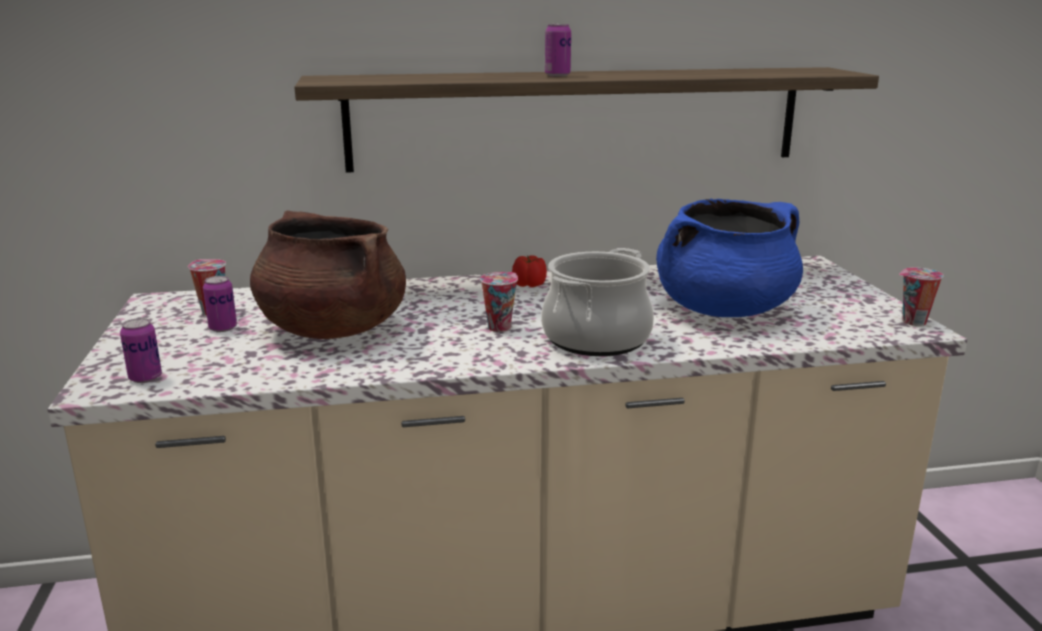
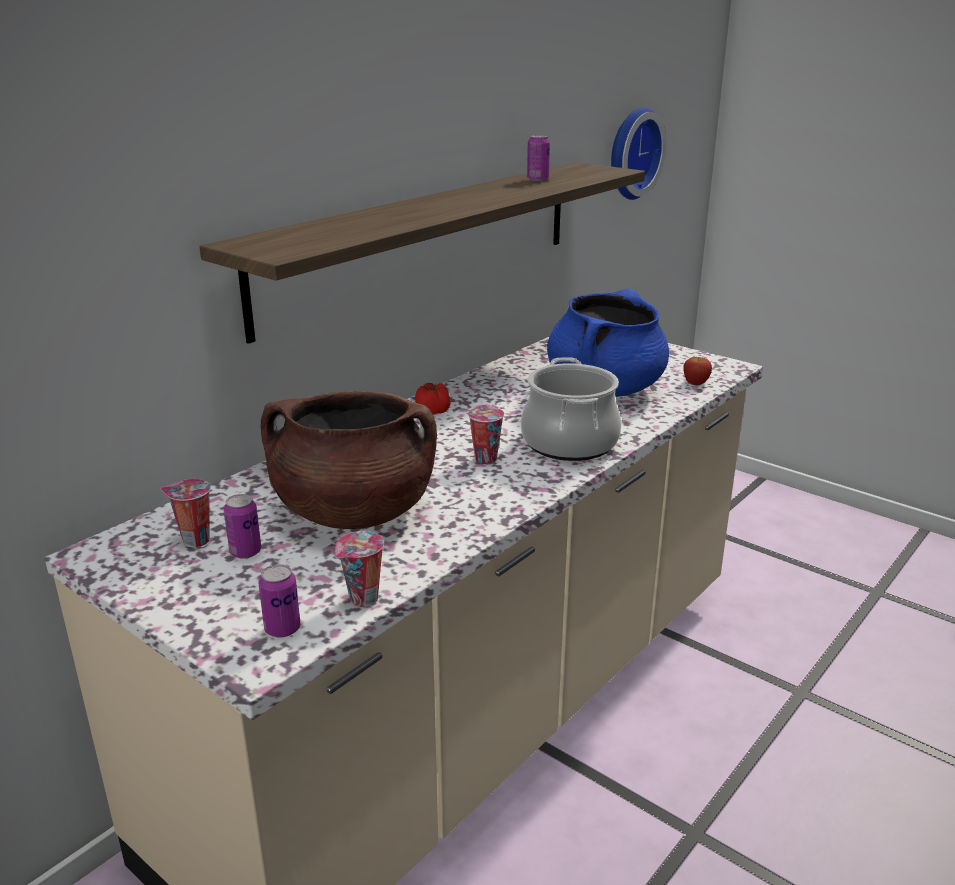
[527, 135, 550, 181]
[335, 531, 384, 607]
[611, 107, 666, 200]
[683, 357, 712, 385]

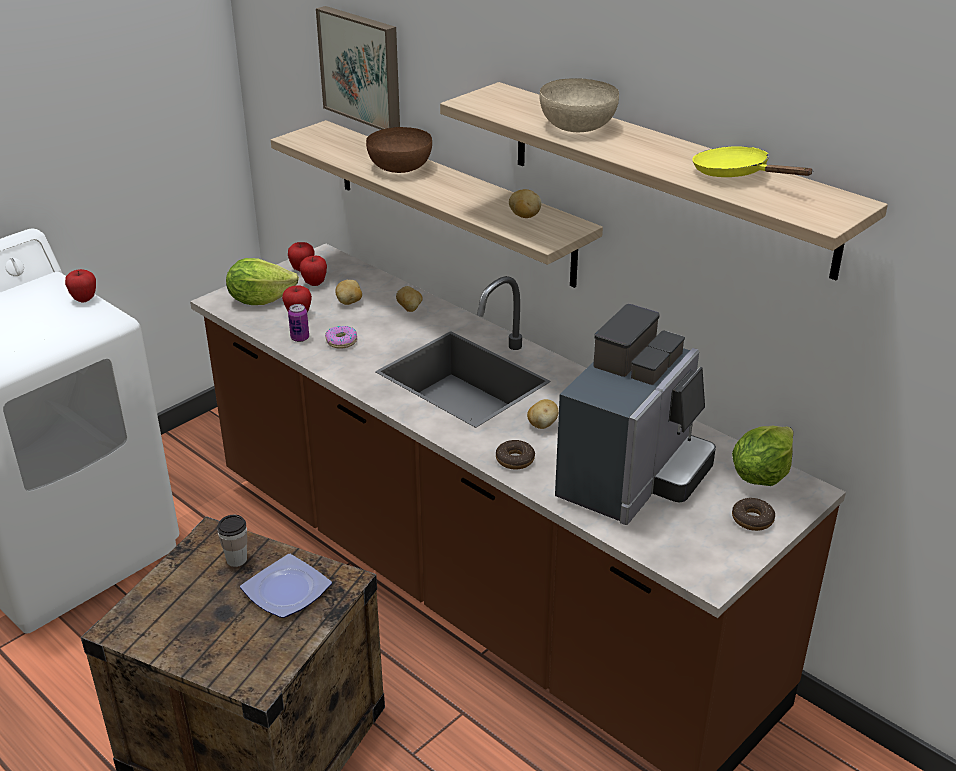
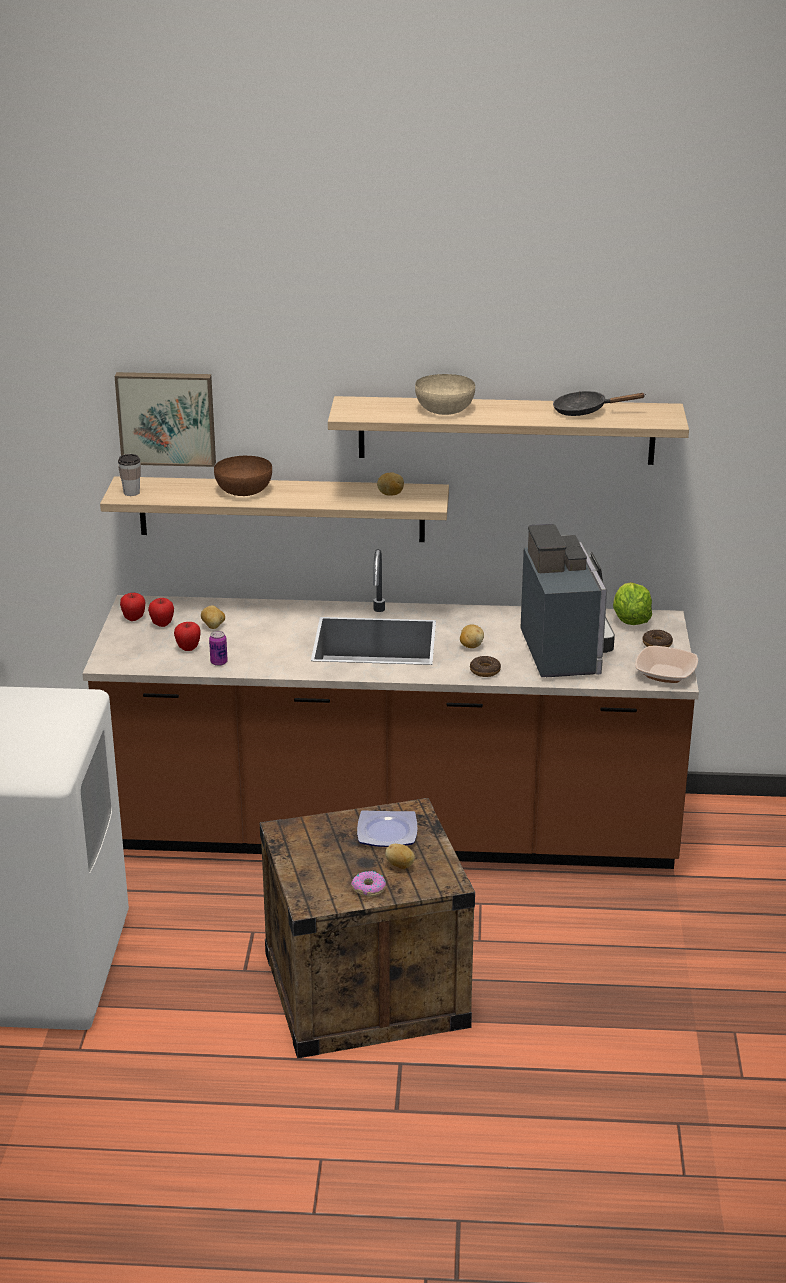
[65, 269, 96, 303] (first image)
[118, 454, 141, 496]
[226, 258, 299, 305] (first image)
[351, 871, 386, 897]
[385, 844, 415, 869]
[553, 391, 644, 416]
[635, 646, 698, 683]

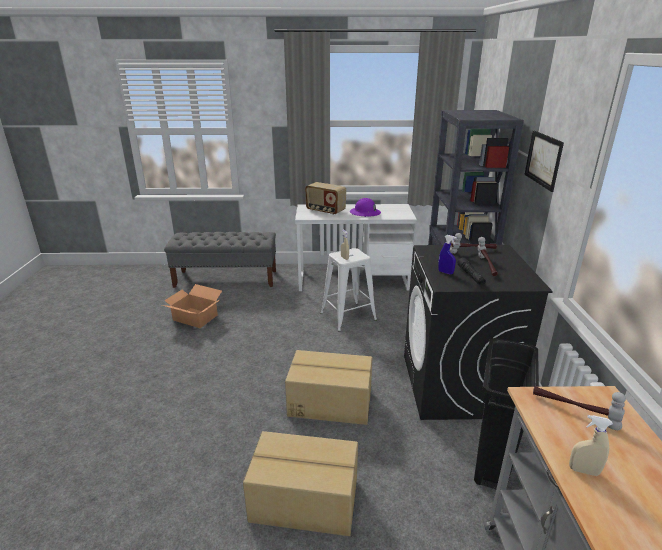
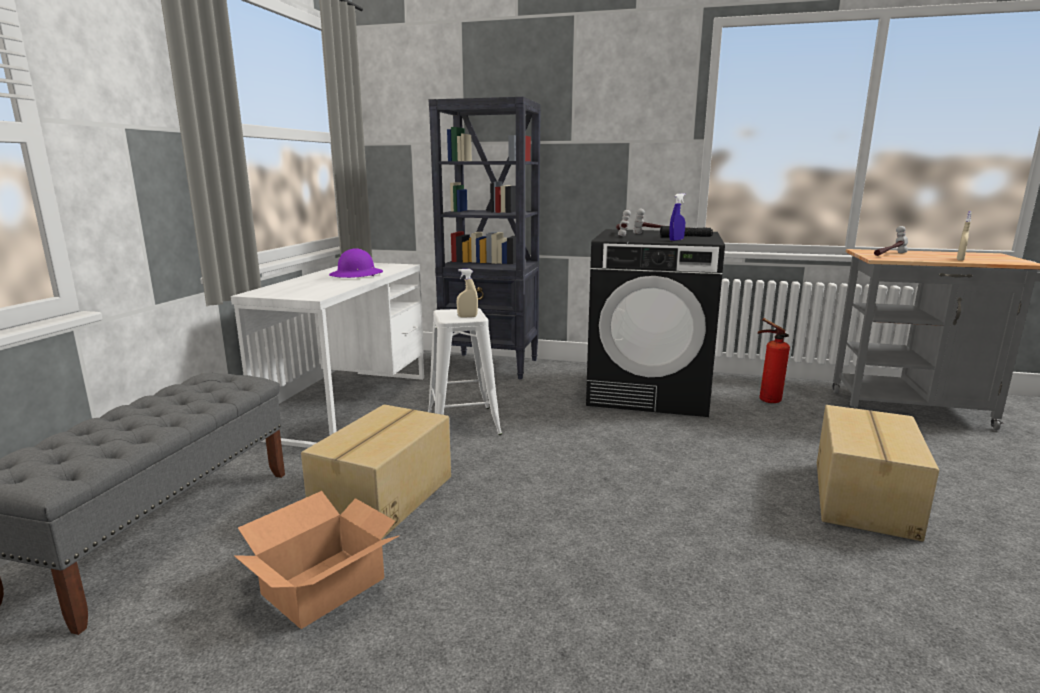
[301, 404, 451, 540]
[305, 182, 346, 215] (first image)
[758, 318, 790, 403]
[524, 130, 564, 192] (first image)

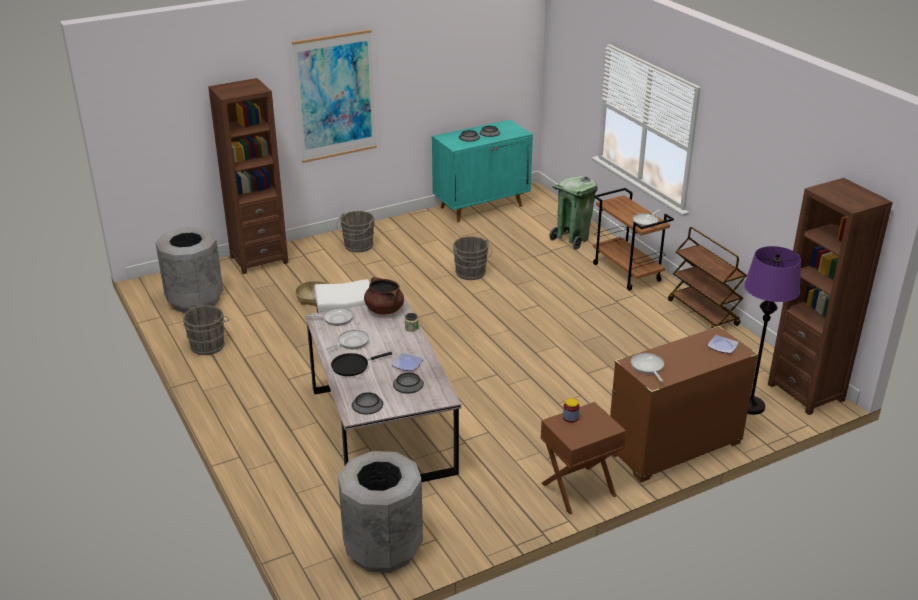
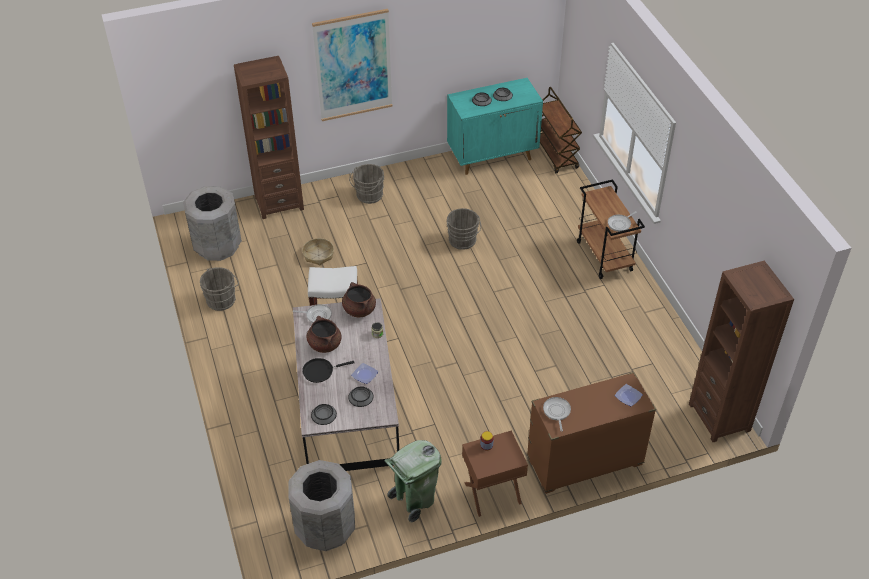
[306, 316, 342, 353]
[385, 440, 442, 523]
[540, 87, 582, 173]
[744, 246, 801, 415] (first image)

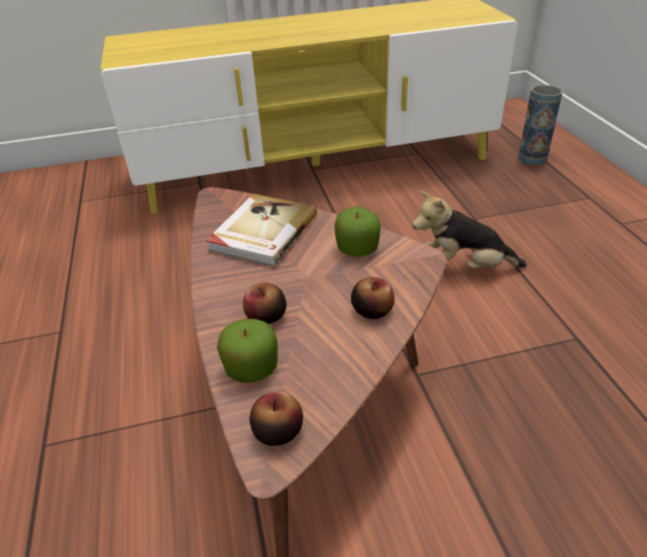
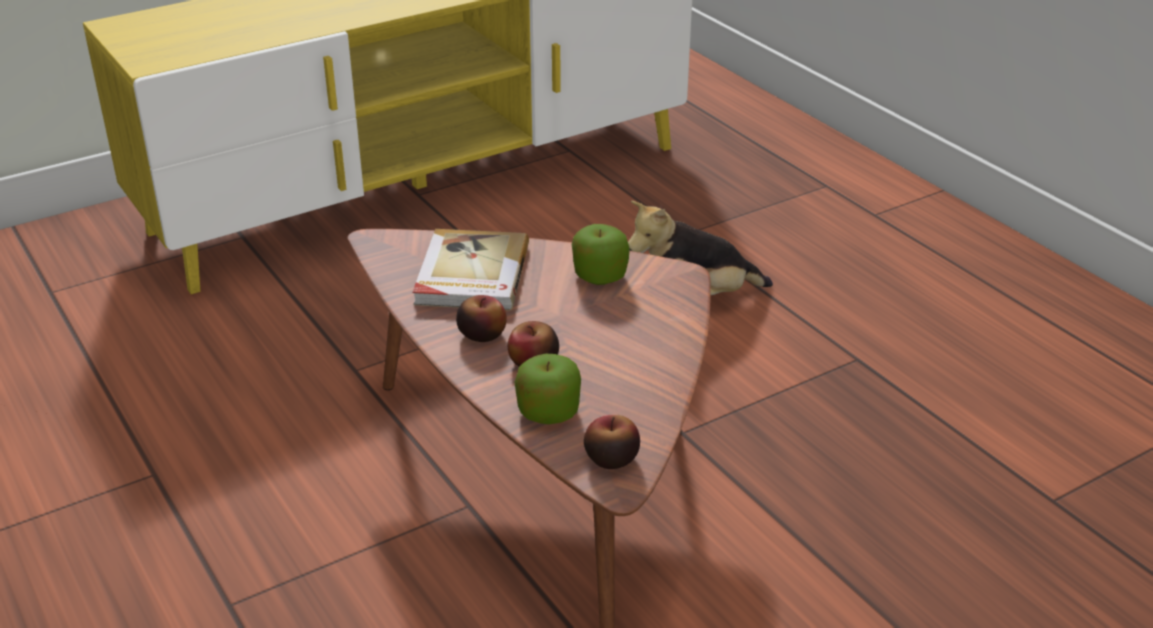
[456, 295, 507, 342]
[518, 85, 563, 165] (first image)

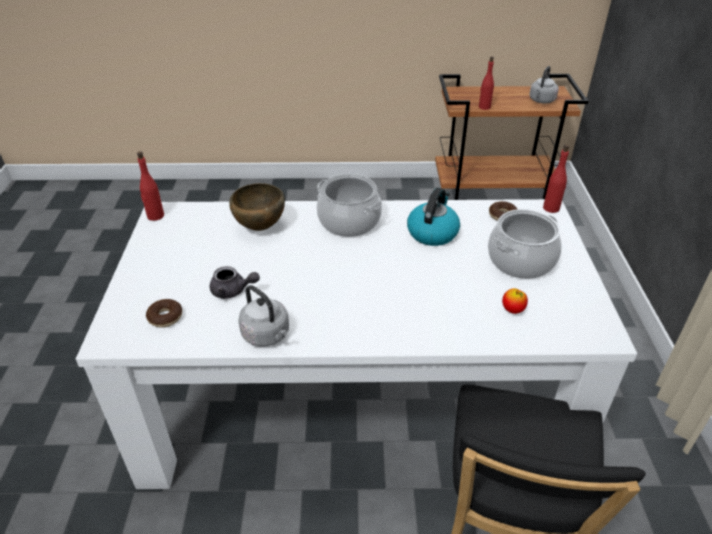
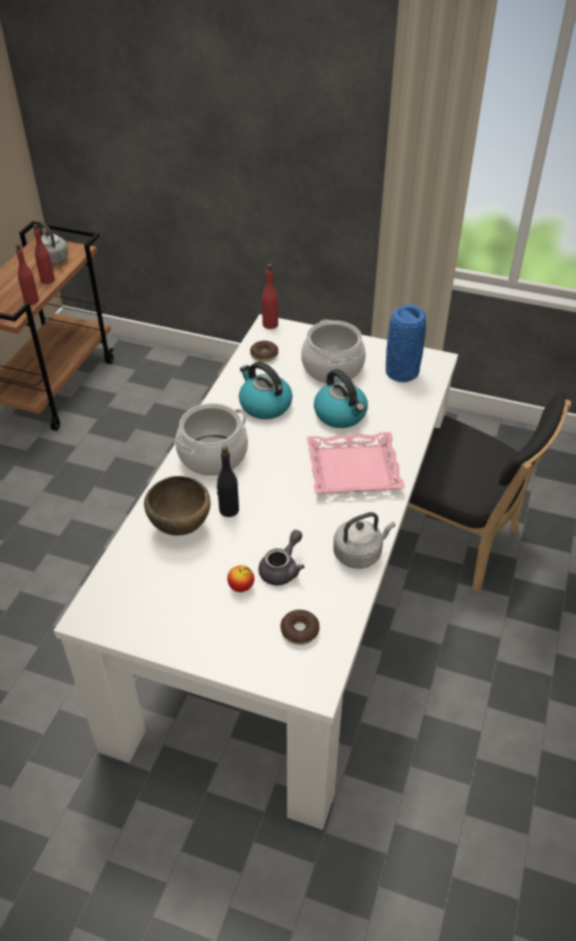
[33, 224, 55, 284]
[227, 565, 254, 592]
[217, 446, 239, 517]
[307, 432, 405, 494]
[314, 369, 368, 428]
[386, 304, 426, 382]

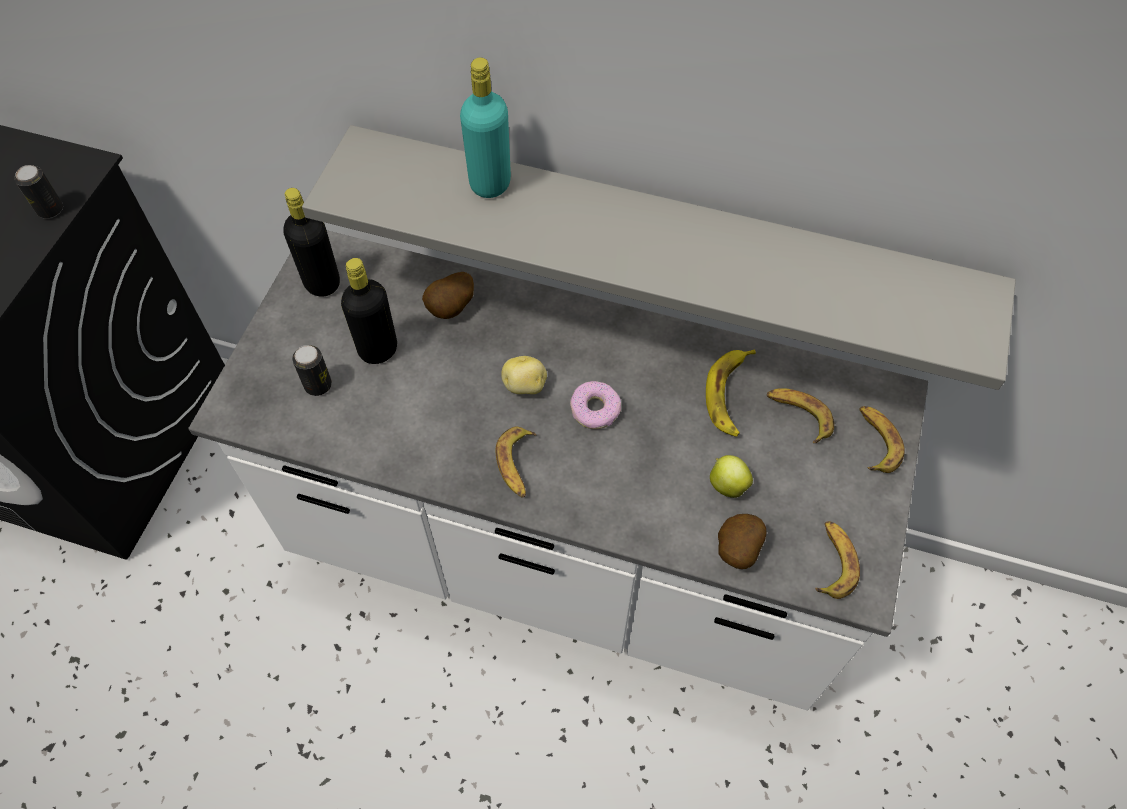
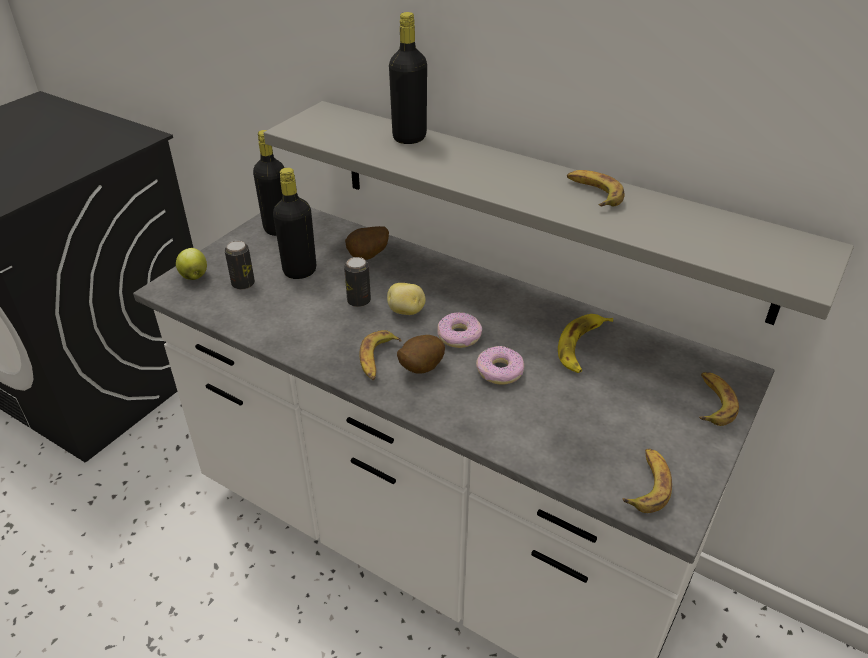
[344, 257, 371, 307]
[389, 12, 427, 144]
[176, 248, 207, 280]
[397, 335, 445, 374]
[567, 170, 624, 207]
[476, 346, 524, 385]

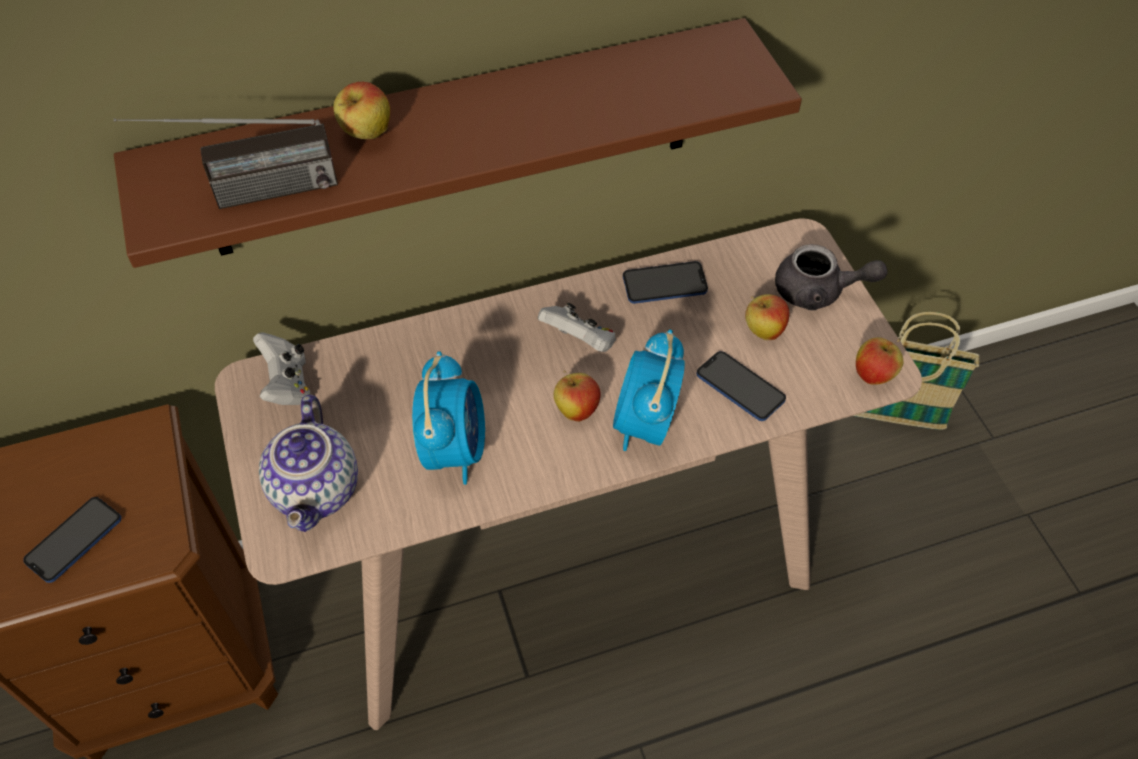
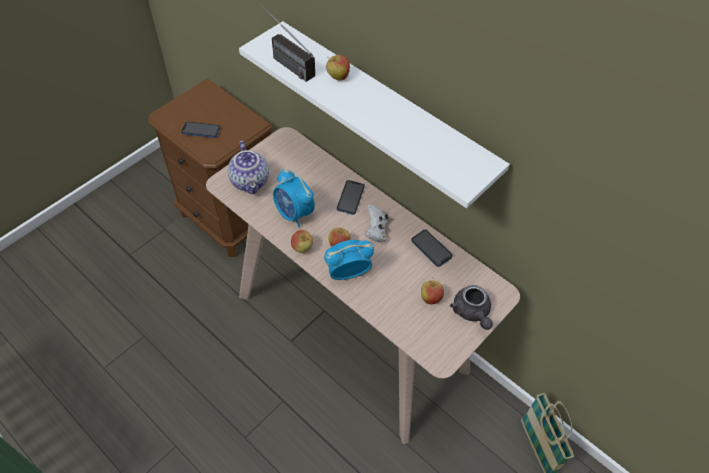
[239, 21, 510, 208]
[253, 332, 311, 405] (first image)
[228, 141, 269, 194]
[273, 169, 315, 227]
[337, 180, 365, 215]
[291, 230, 313, 253]

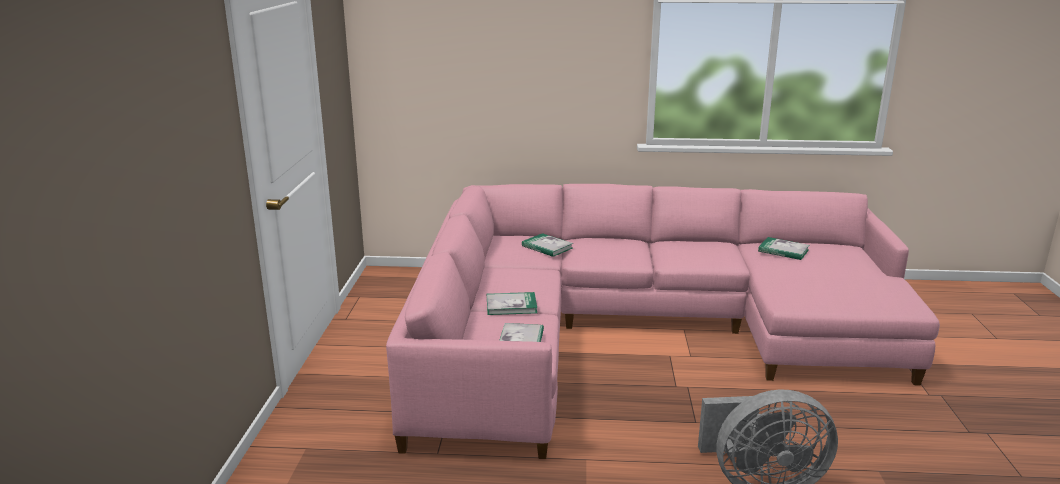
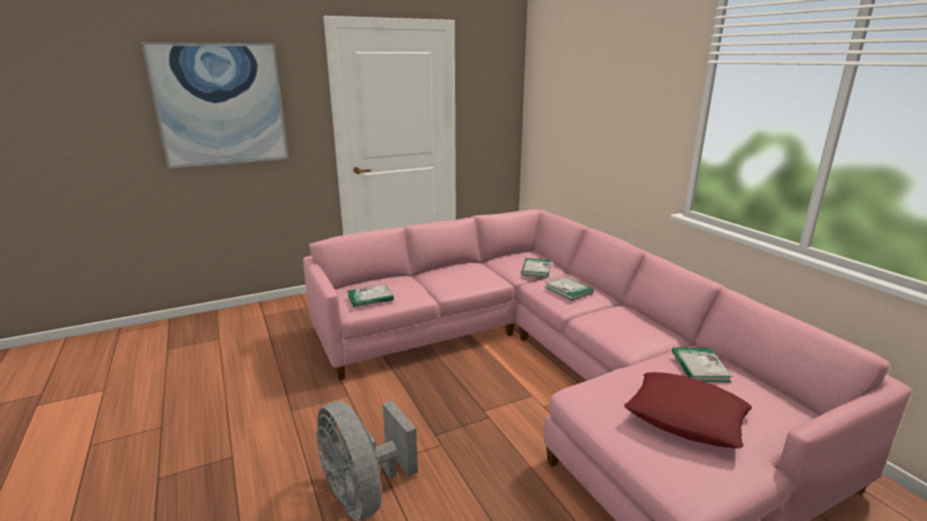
[545, 276, 593, 301]
[141, 42, 289, 169]
[624, 372, 752, 448]

